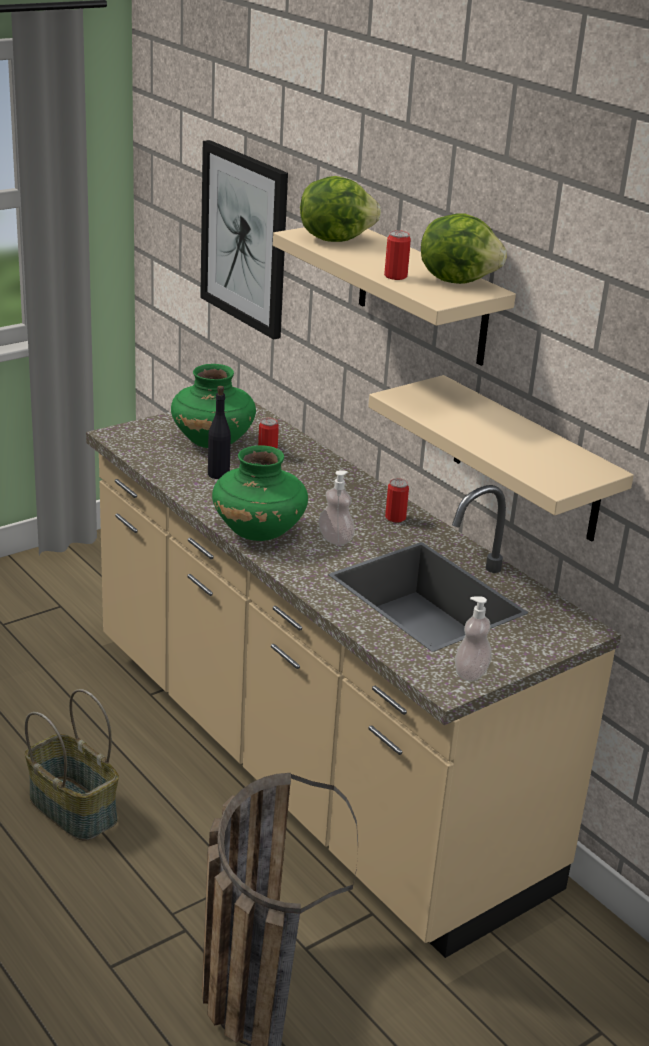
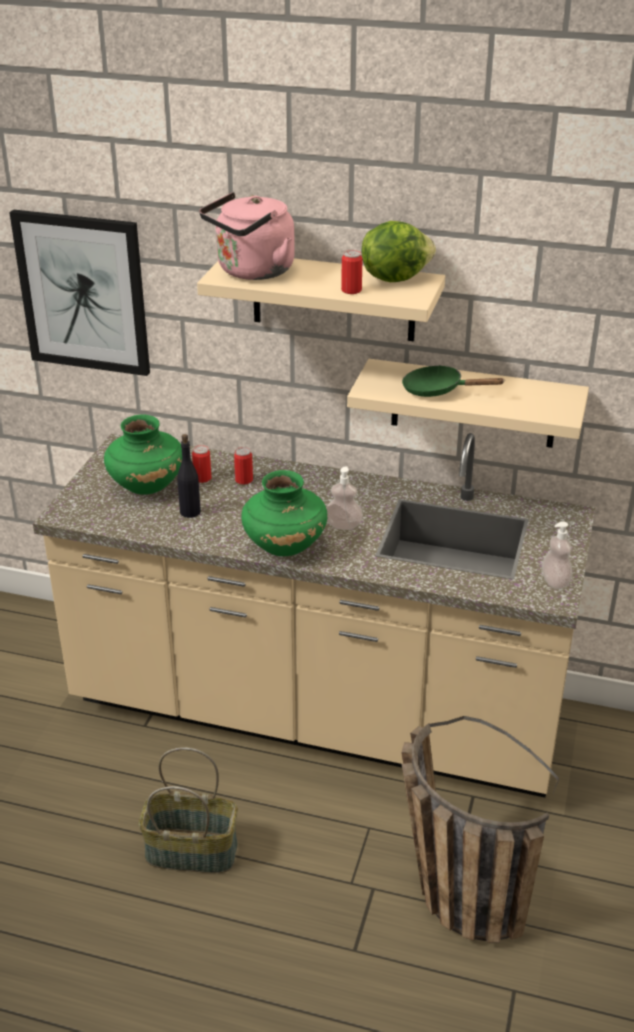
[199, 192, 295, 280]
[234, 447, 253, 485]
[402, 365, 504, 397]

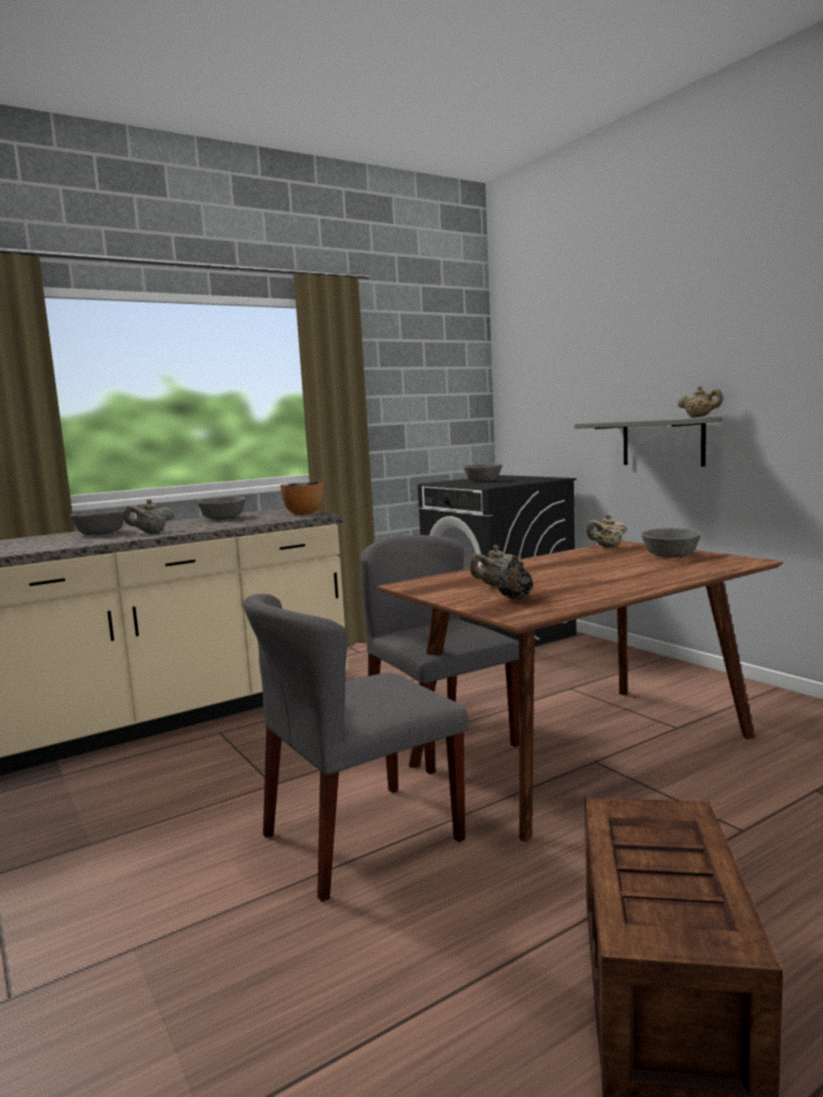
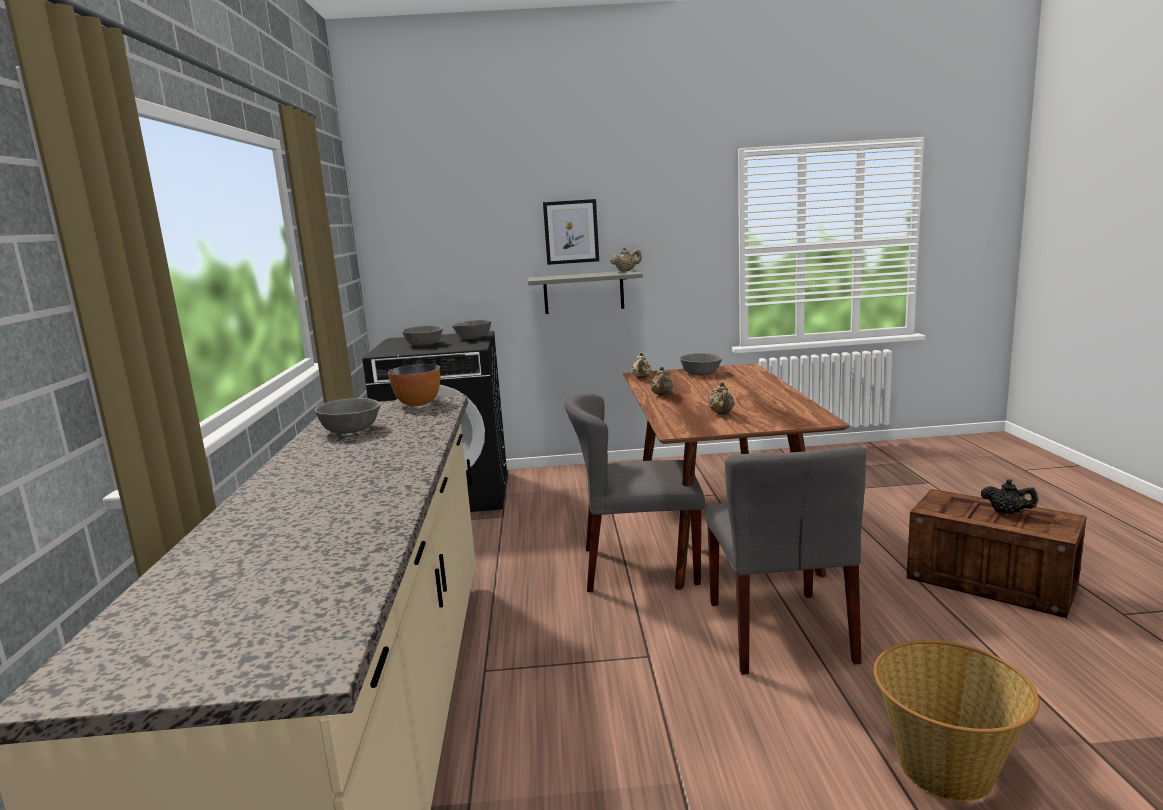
[452, 320, 491, 340]
[650, 367, 673, 395]
[981, 479, 1039, 515]
[543, 199, 599, 265]
[873, 640, 1040, 801]

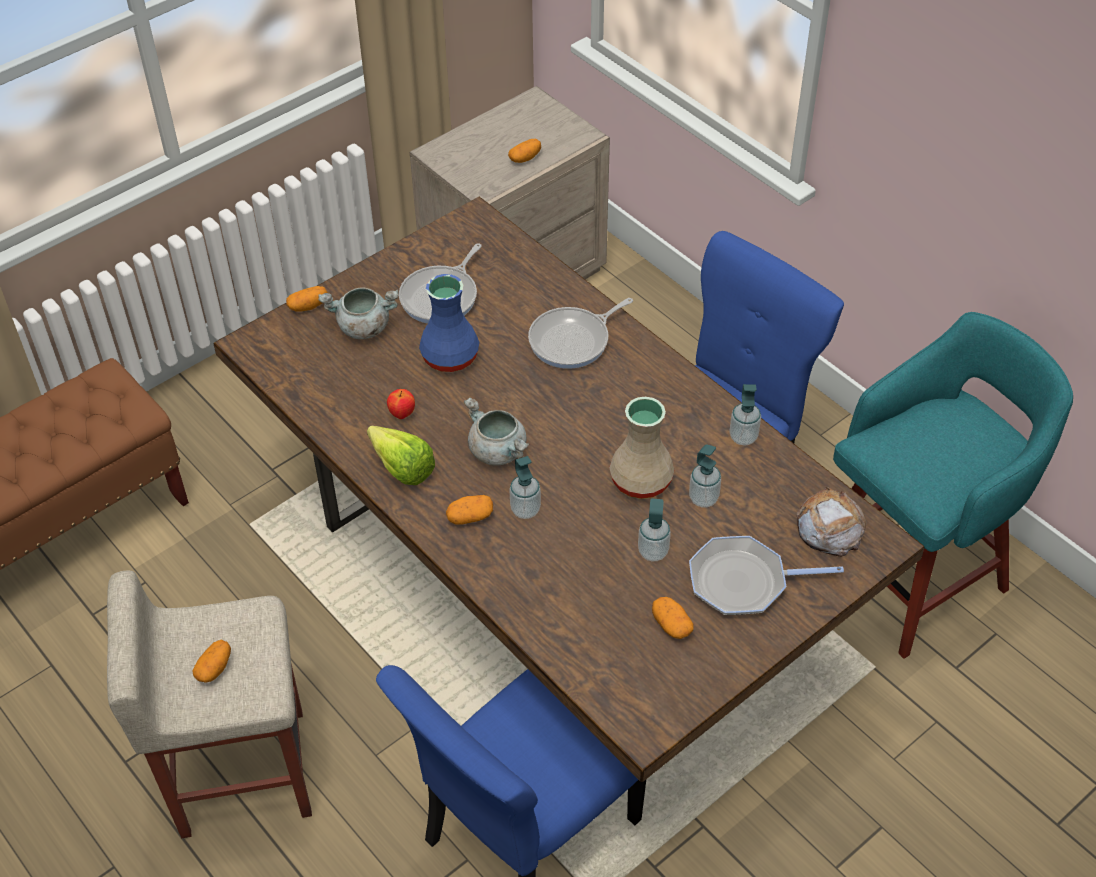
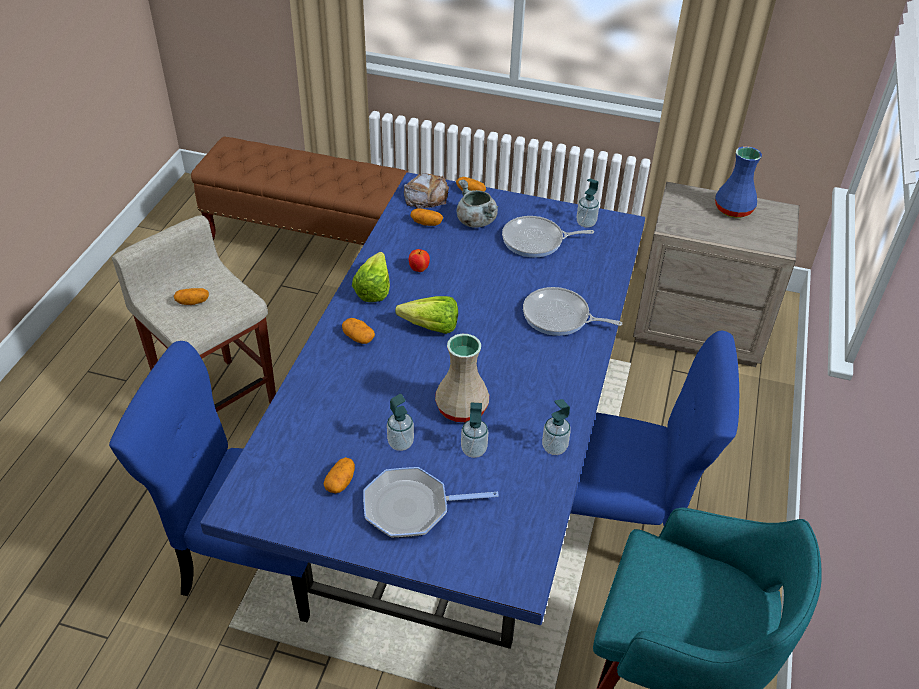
[200, 172, 645, 649]
[715, 146, 762, 218]
[395, 296, 458, 334]
[410, 208, 443, 226]
[577, 178, 599, 228]
[363, 467, 499, 538]
[404, 173, 449, 209]

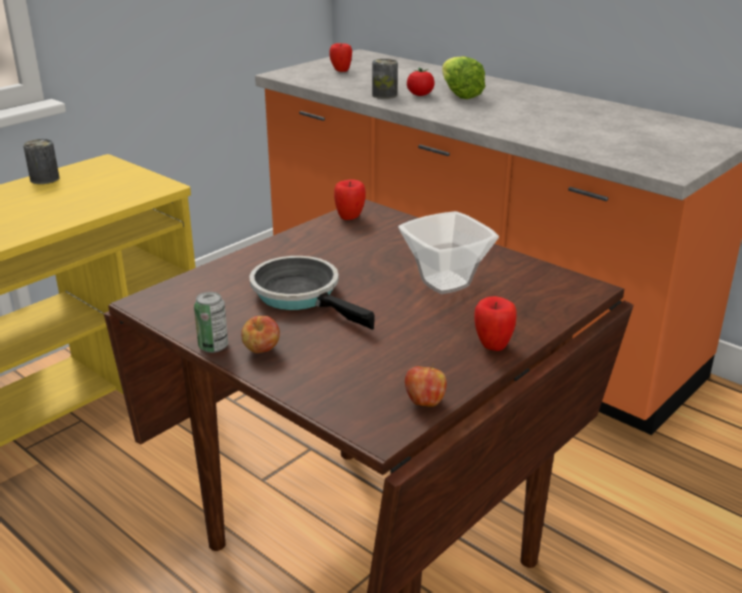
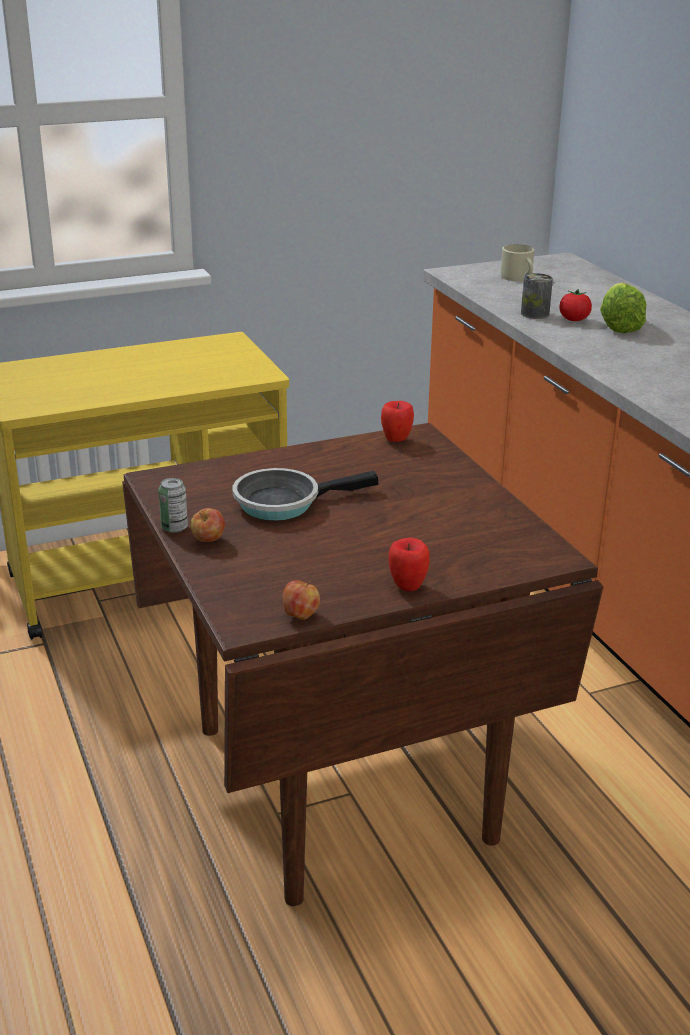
[23, 139, 60, 184] (first image)
[233, 468, 378, 521]
[501, 244, 534, 281]
[398, 211, 499, 294] (first image)

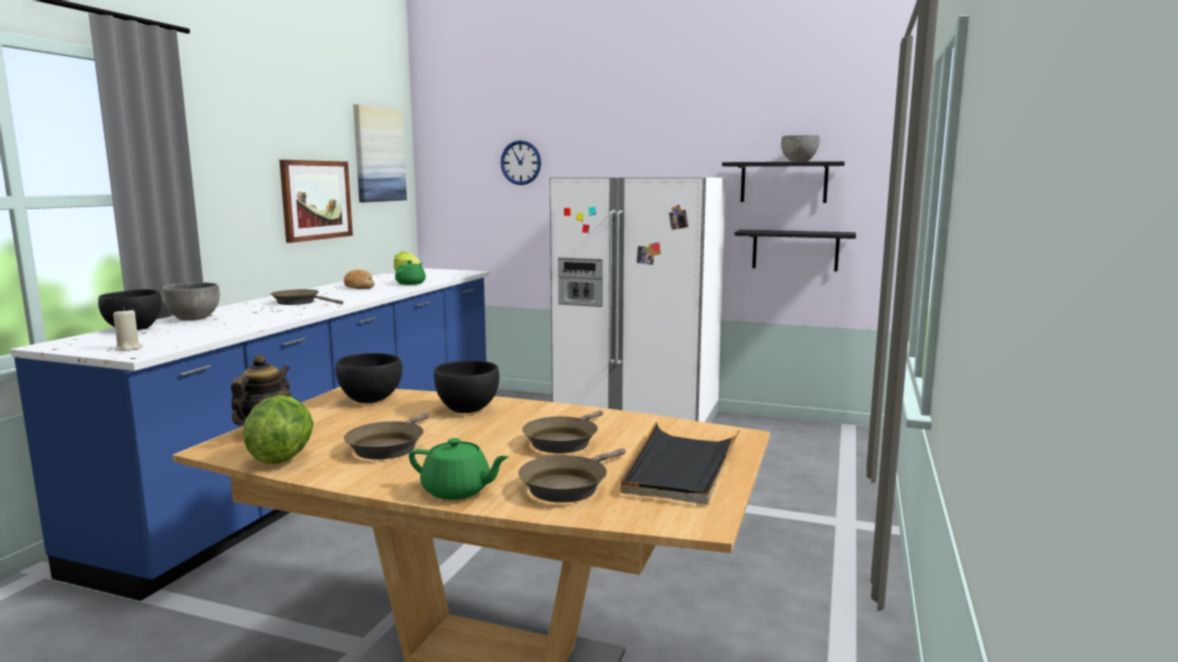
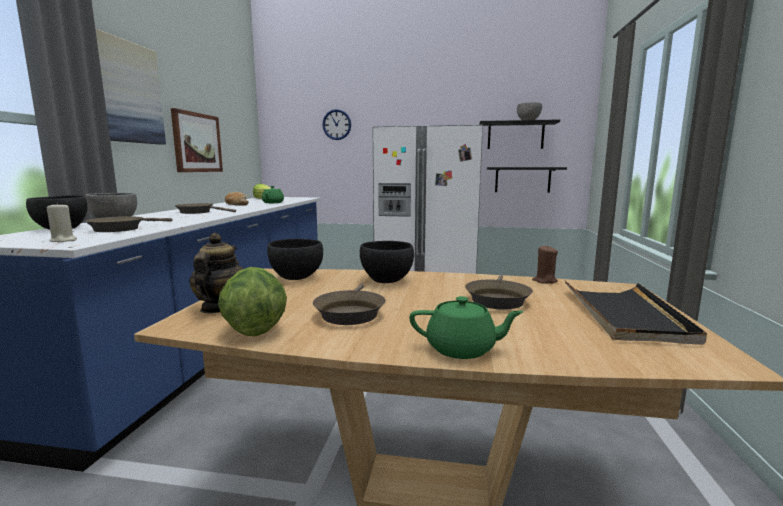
[95, 28, 166, 145]
[85, 216, 173, 232]
[532, 245, 558, 284]

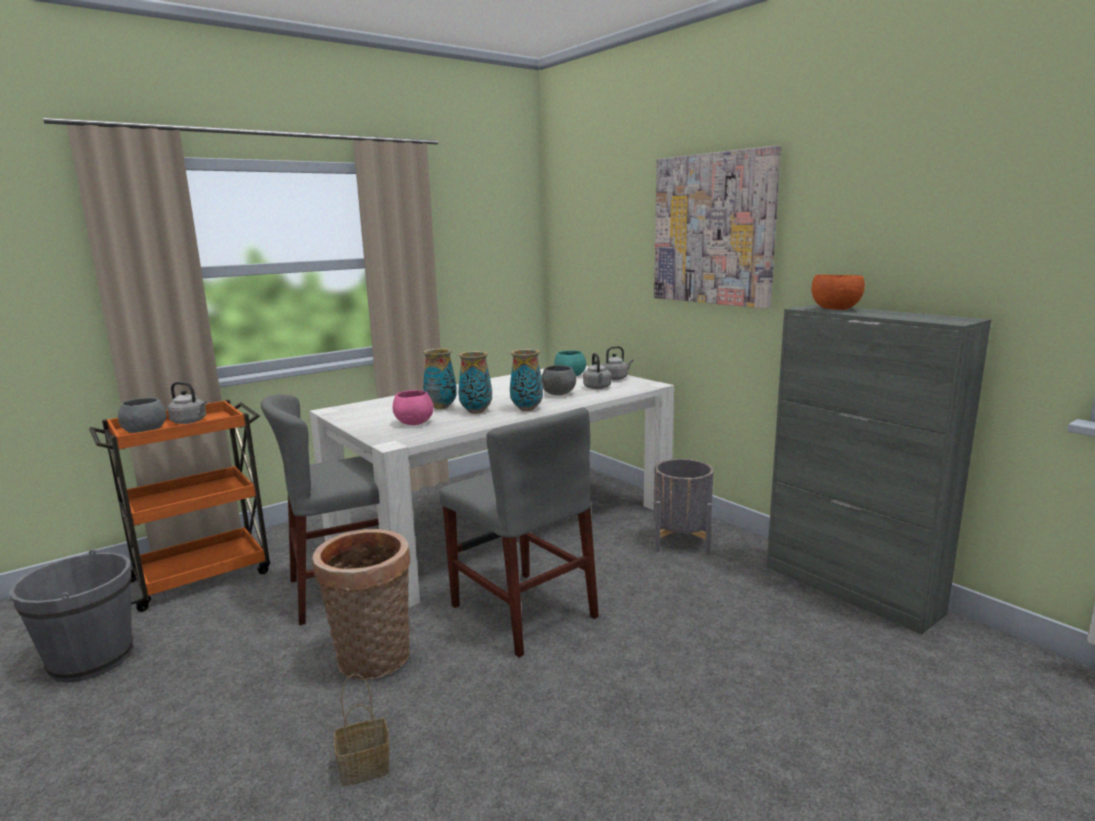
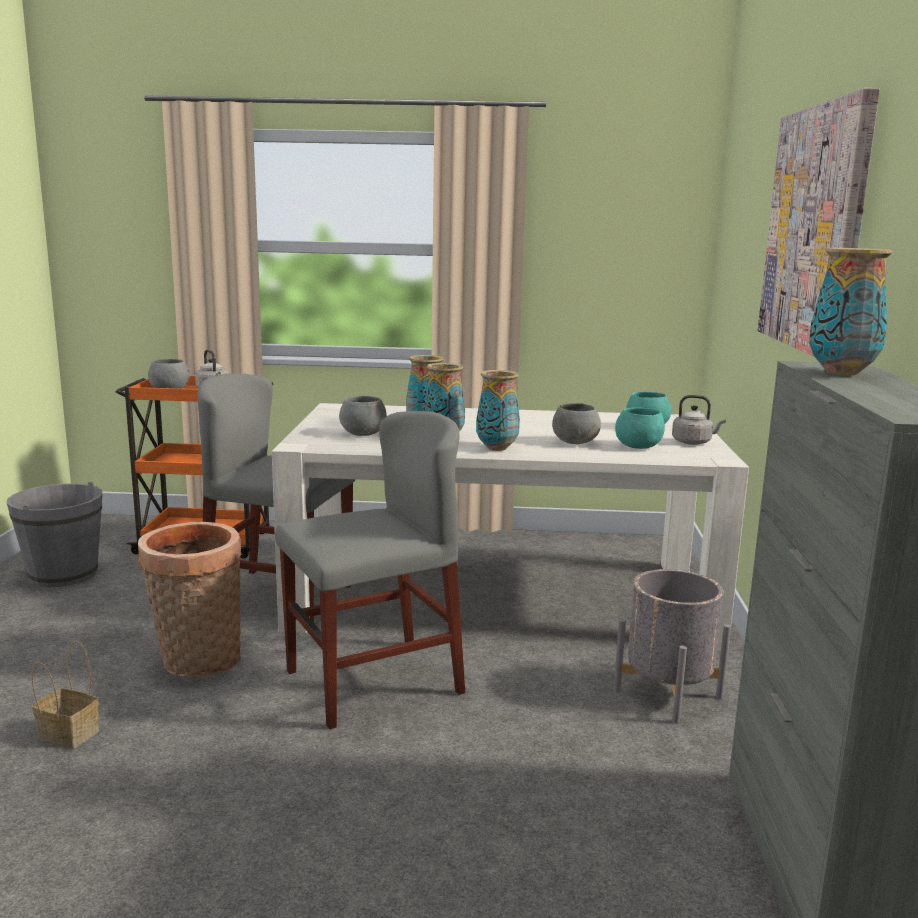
[339, 396, 387, 436]
[275, 411, 465, 729]
[615, 407, 665, 449]
[809, 248, 892, 375]

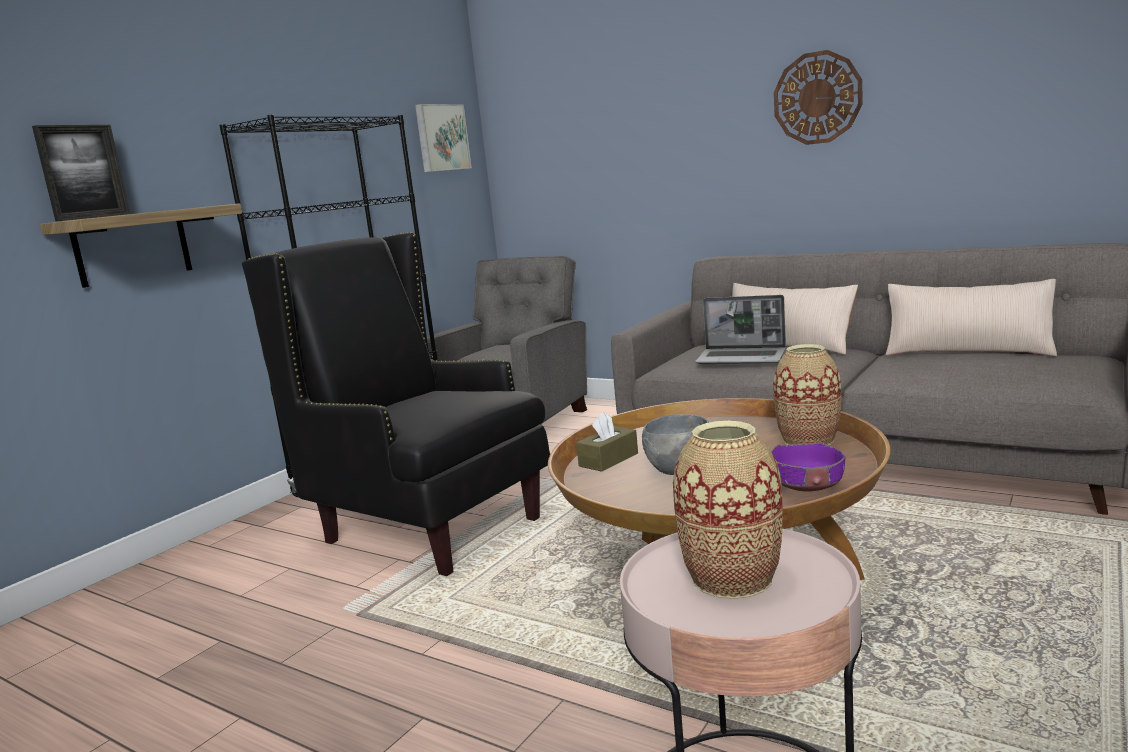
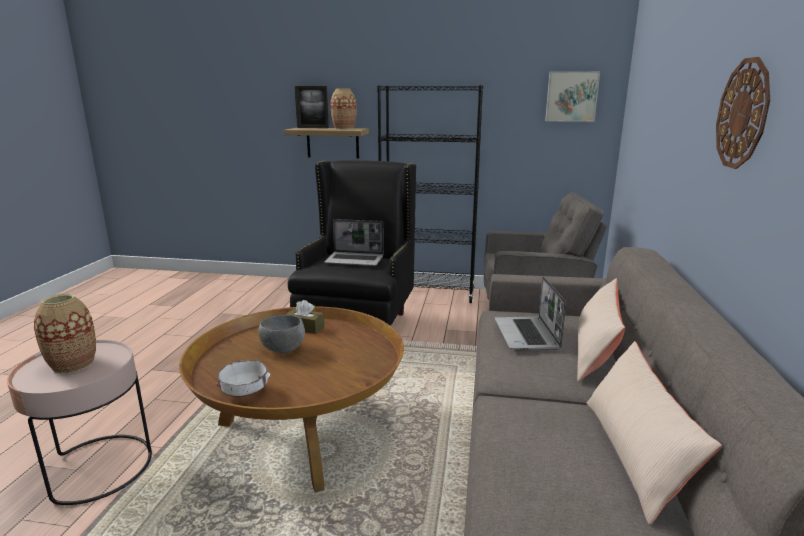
[216, 360, 270, 397]
[331, 89, 357, 129]
[324, 219, 384, 266]

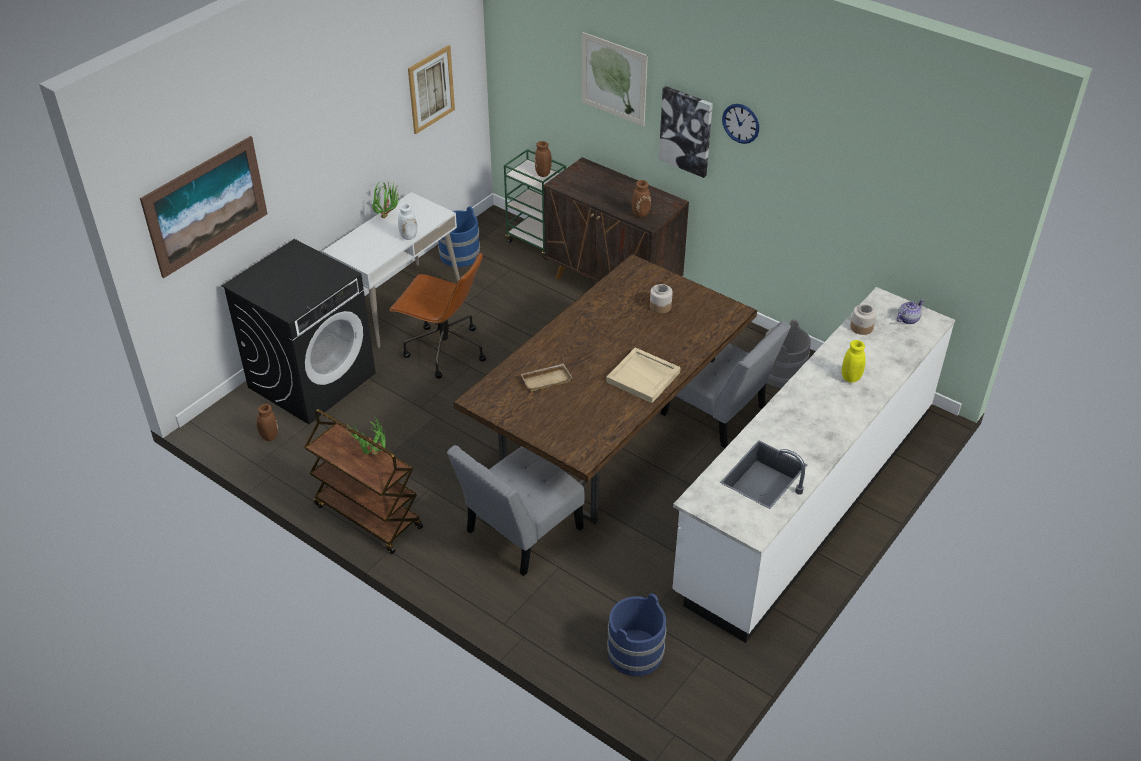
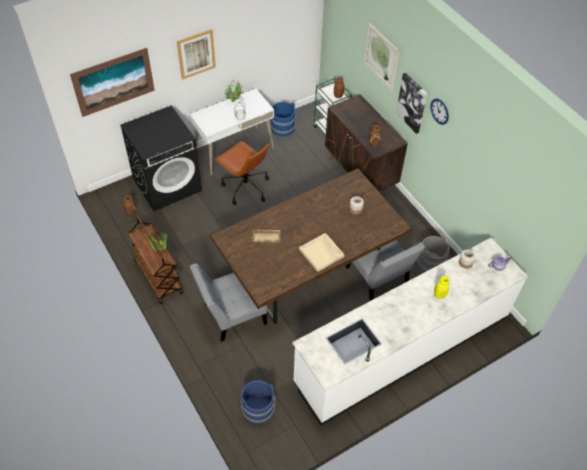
[177, 29, 216, 80]

